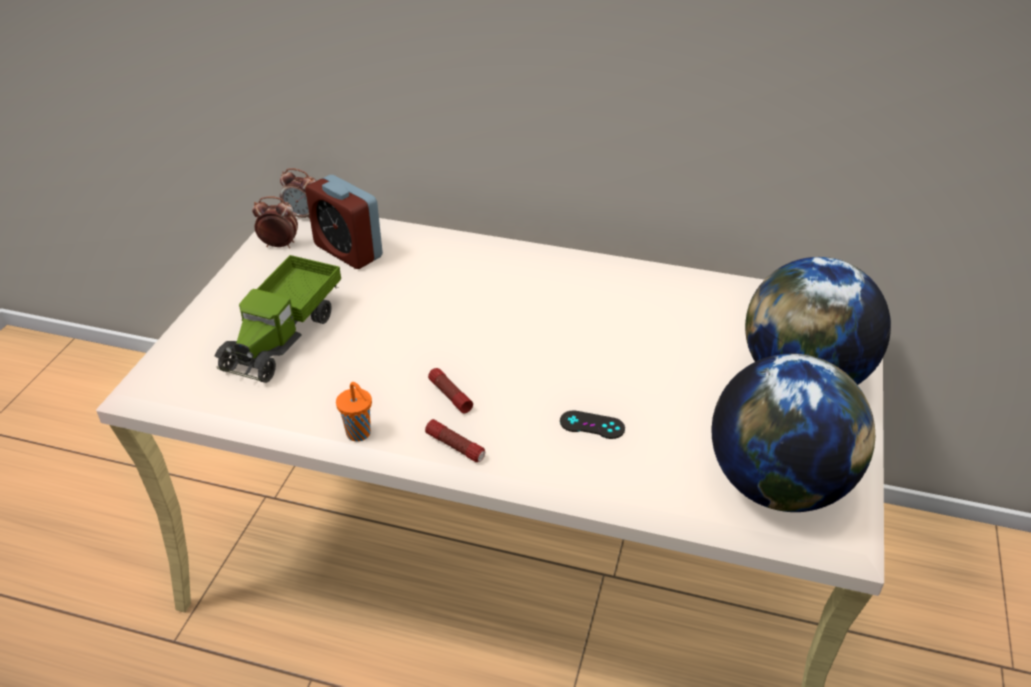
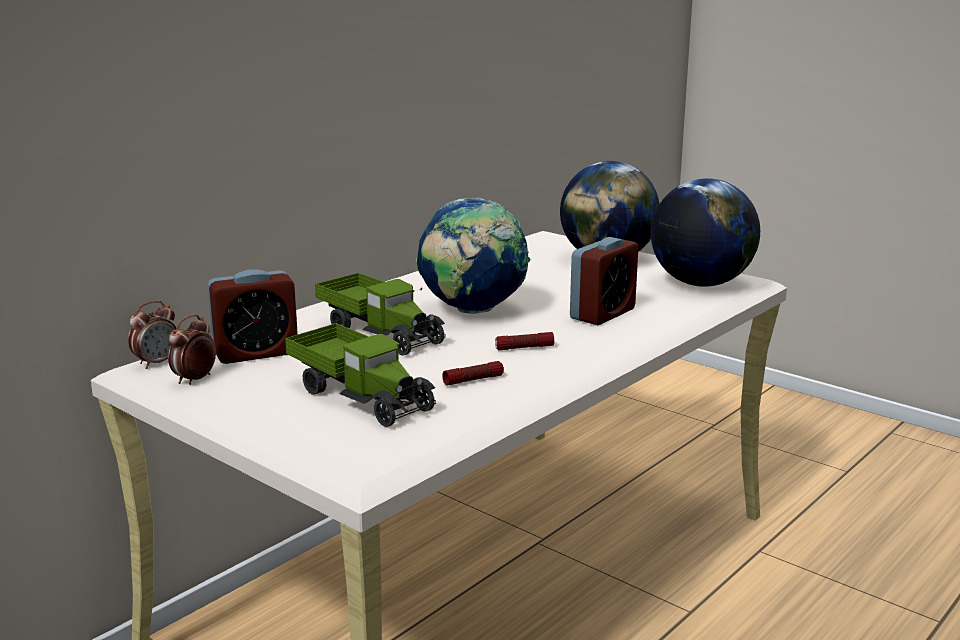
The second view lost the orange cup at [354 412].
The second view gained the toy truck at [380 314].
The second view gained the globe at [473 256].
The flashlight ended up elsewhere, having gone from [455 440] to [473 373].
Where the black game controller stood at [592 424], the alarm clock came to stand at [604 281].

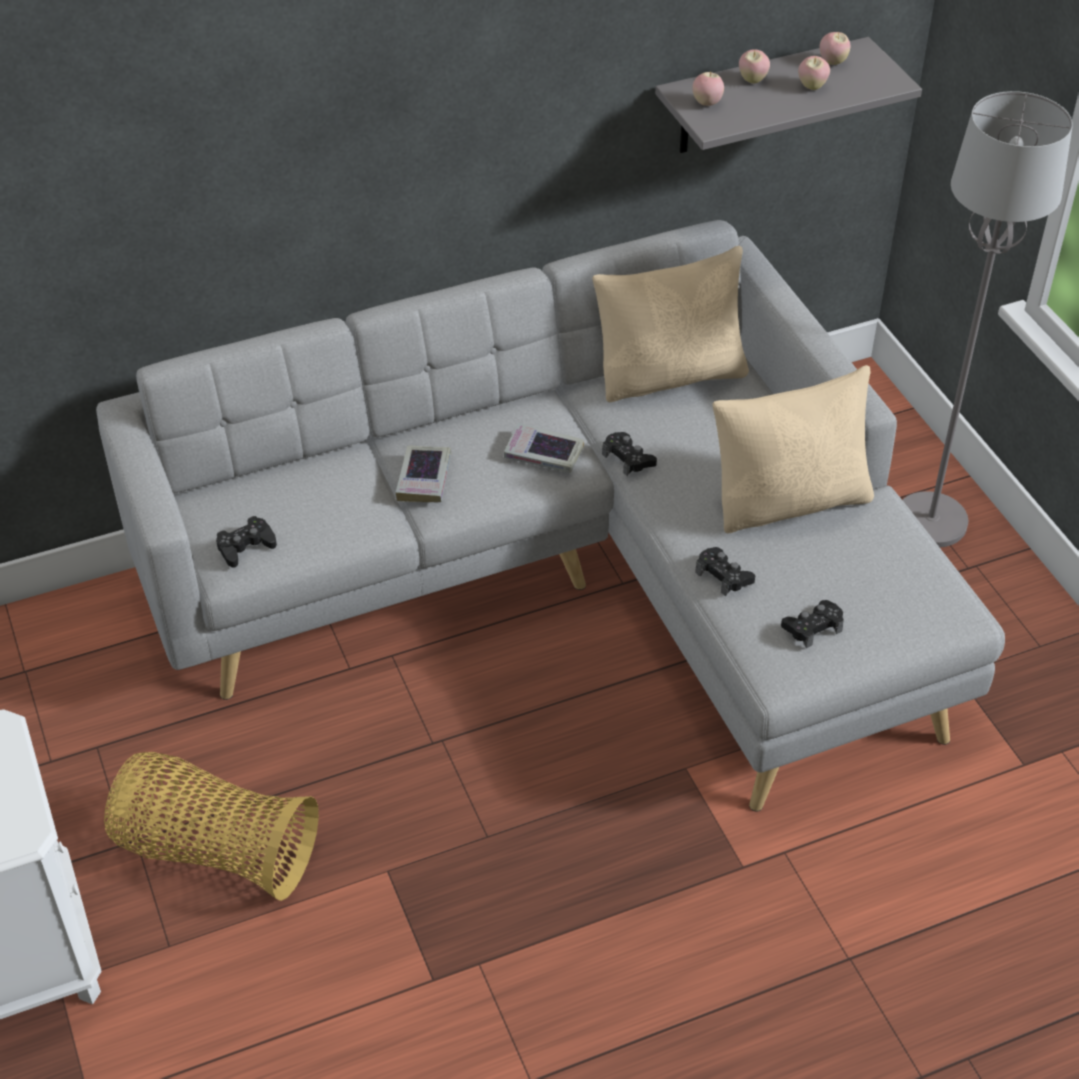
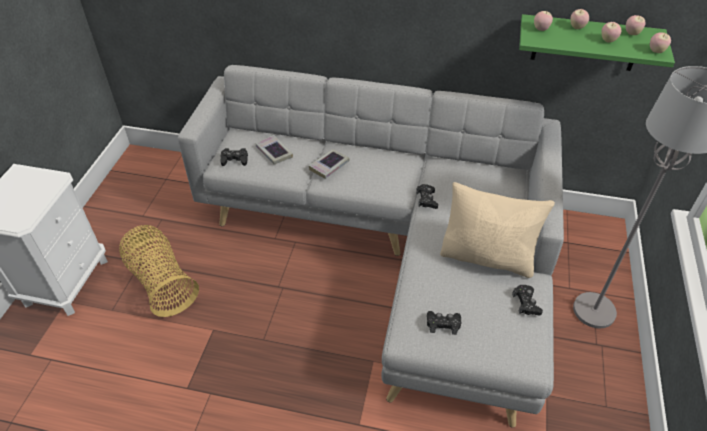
The second view lost the beige pillow at [670 324].
The second view gained the apple at [660 42].
The book ended up elsewhere, having gone from [544 448] to [274 149].
The black game controller ended up elsewhere, having gone from [725 571] to [527 300].
What was the grey shelf at [788 95] turned into the green shelf at [597 42].

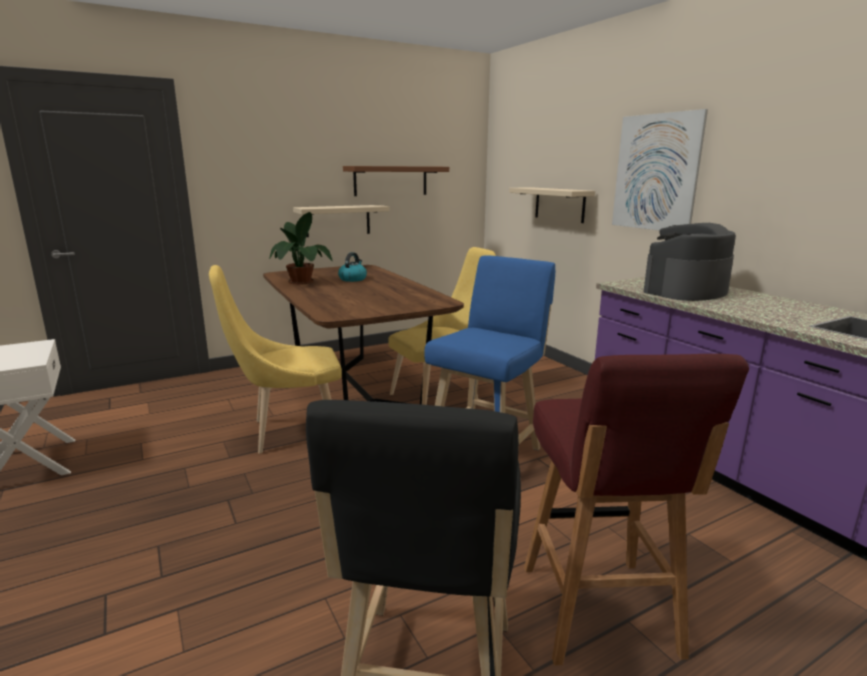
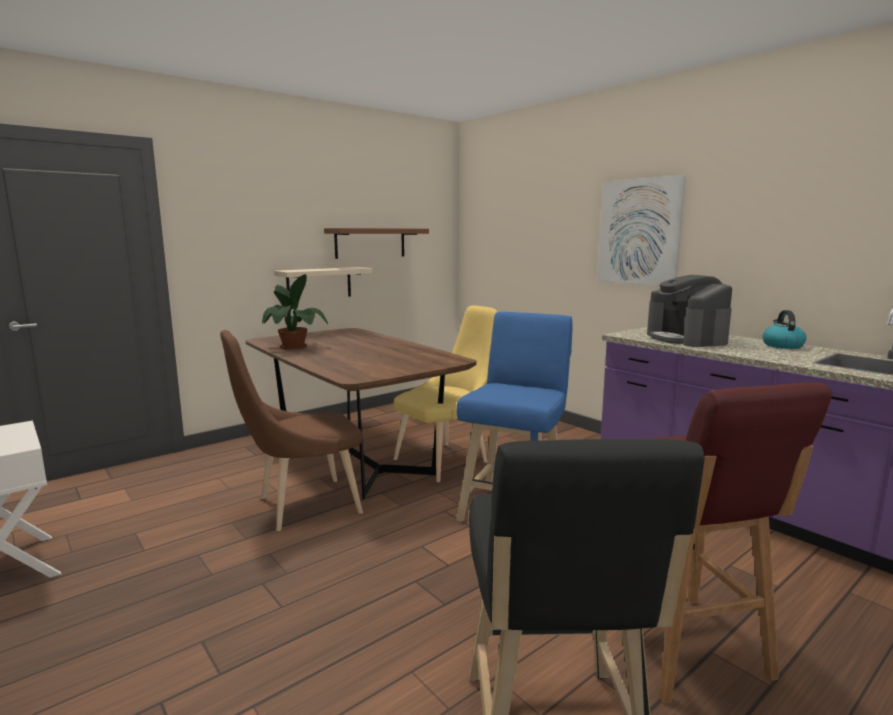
The second view lost the beige shelf at [552 205].
The kettle ended up elsewhere, having gone from [352 267] to [784 329].
What was the yellow chair at [275 359] turned into the brown chair at [291 430].
The coffee machine at [690 262] ended up facing another way, 60 degrees counterclockwise from before.

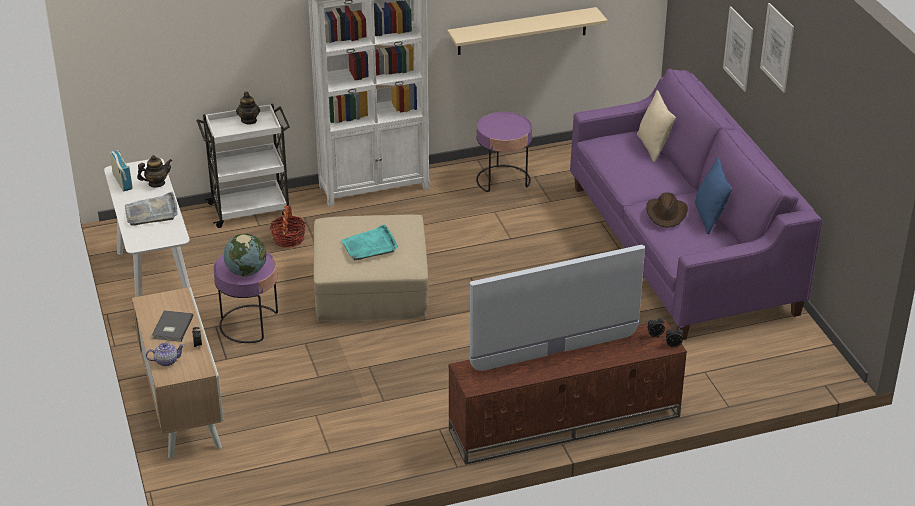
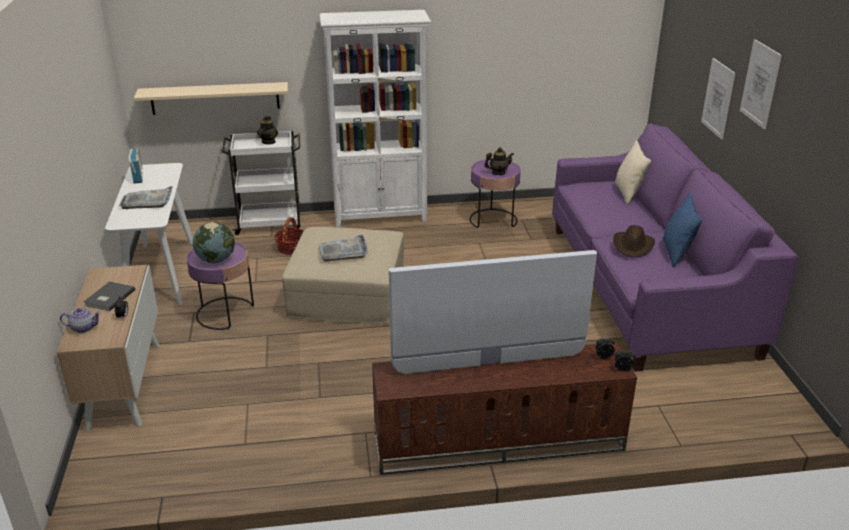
The teapot ended up elsewhere, having gone from [154 171] to [499 161].
The beige shelf ended up elsewhere, having gone from [527 31] to [211 98].
What was the turquoise tray at [369 242] turned into the grey tray at [343 248].

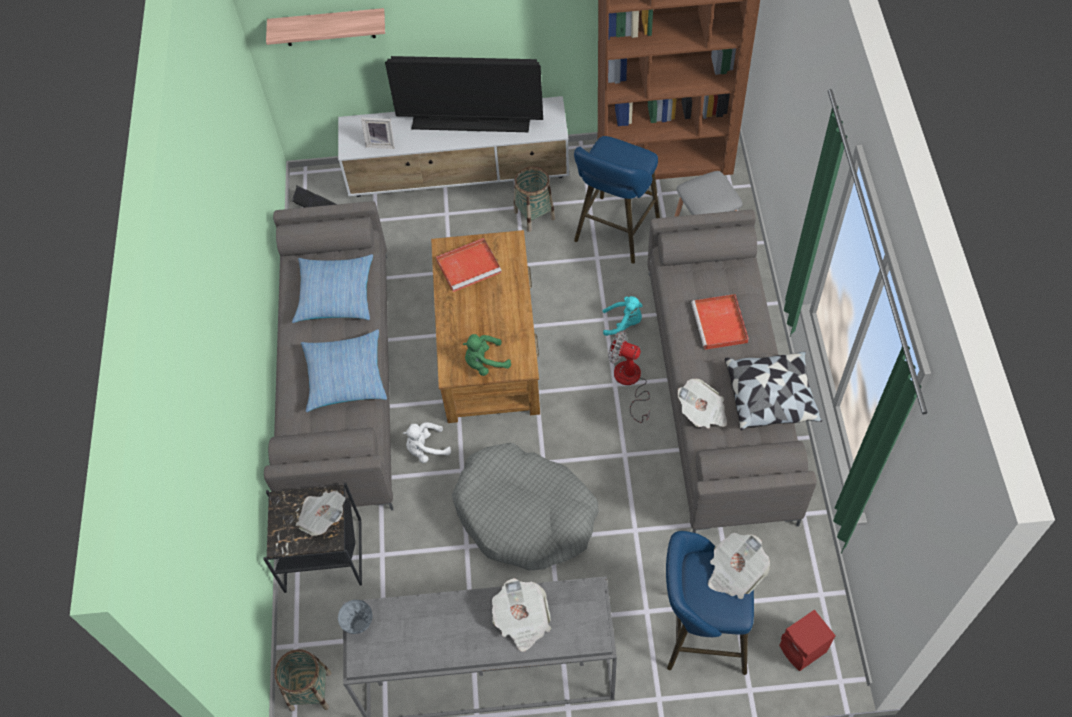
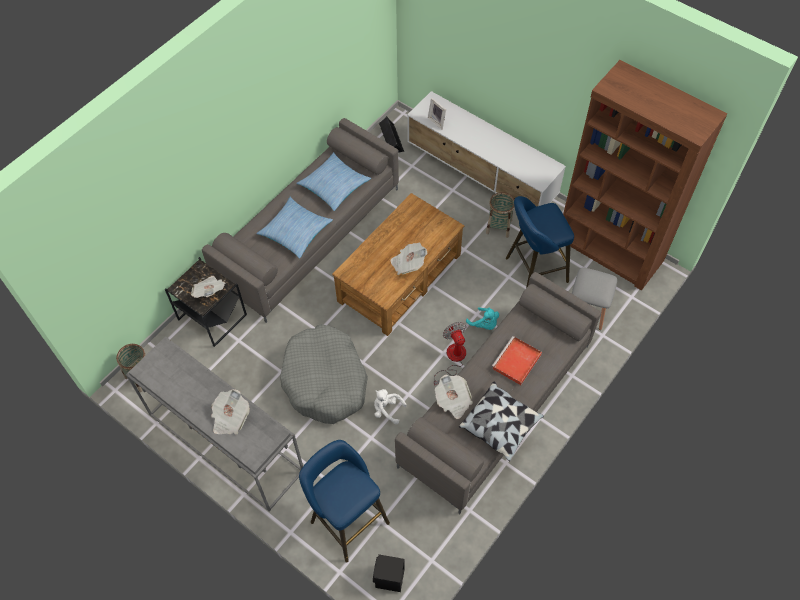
The second view lost the shelf at [325 27].
The second view lost the grey vase at [355 617].
The second view lost the television at [464 94].
The second view lost the red tray at [468 265].
The second view lost the green plush toy at [487 355].
The white plush toy ended up elsewhere, having gone from [427 442] to [390 406].
The newspaper ended up elsewhere, having gone from [739 566] to [408 259].
What was the red speaker at [807 640] turned into the black speaker at [389 573].

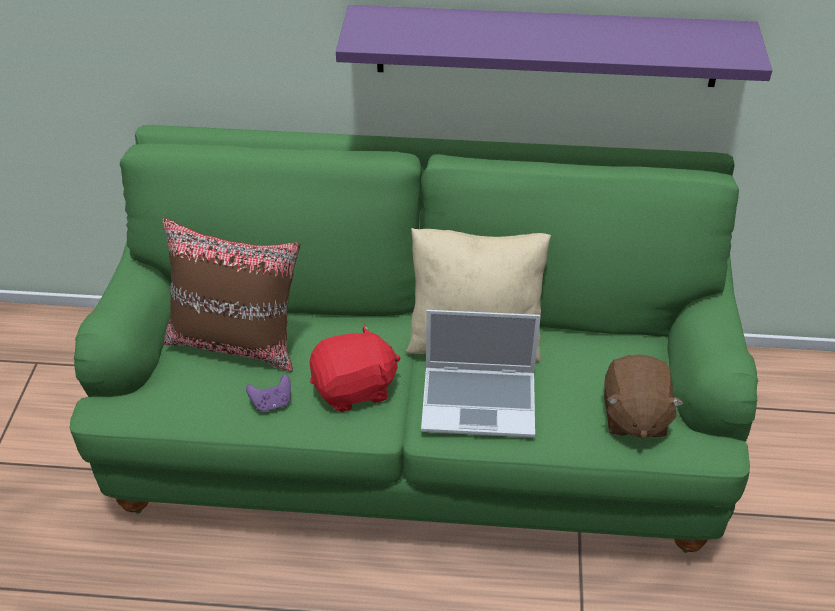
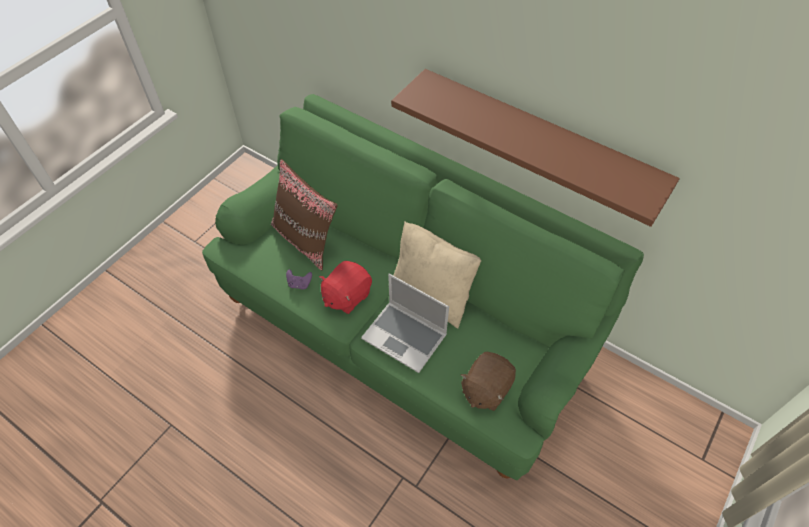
What was the purple shelf at [554 46] turned into the brown shelf at [535 148].
The red plush toy at [355 368] ended up facing another way, 120 degrees clockwise from before.

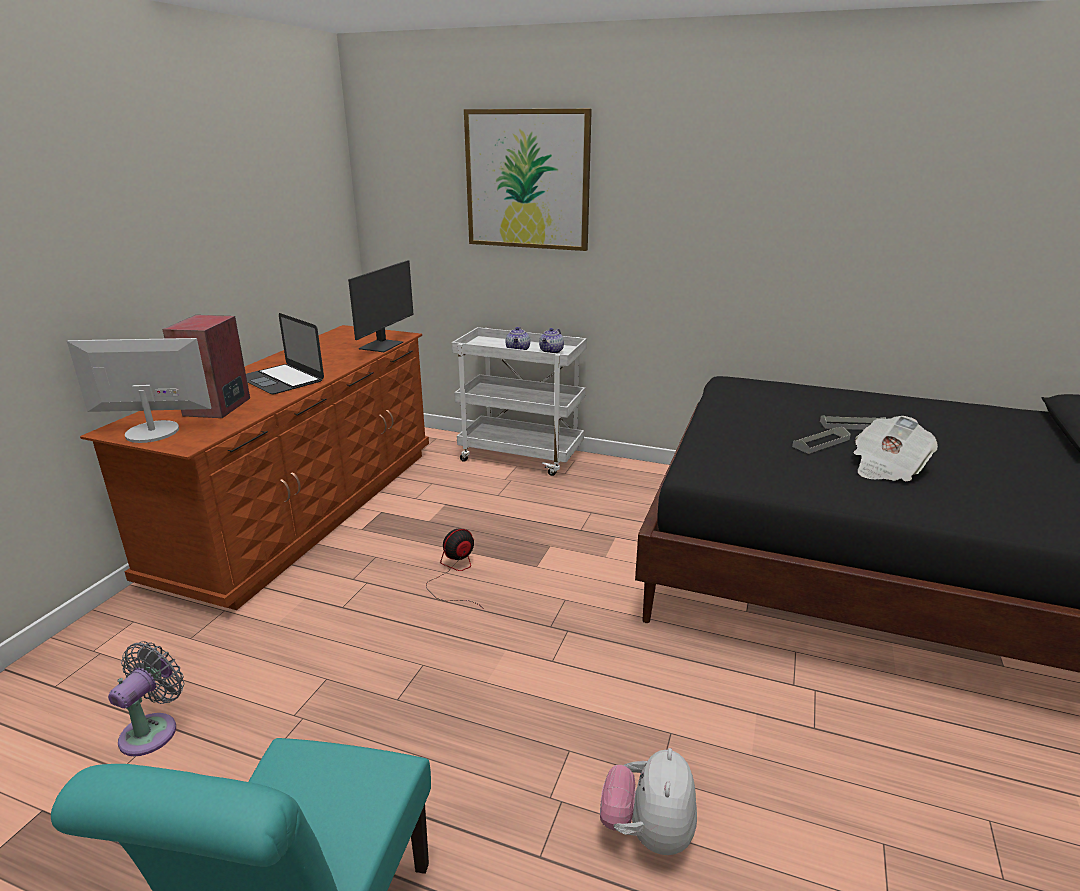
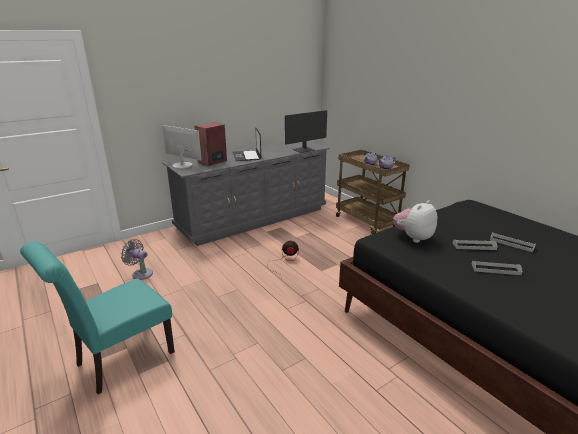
The second view lost the picture at [528 180].
The plush toy ended up elsewhere, having gone from [648 801] to [415 222].
Where the newspaper stood at [896 448], the grey tray came to stand at [497 268].
What was the brown dresser at [254 467] turned into the grey dresser at [246 193].
What was the white cart at [519 401] turned into the brown cart at [372 192].
The grey fan at [146 698] ended up facing another way, 120 degrees counterclockwise from before.

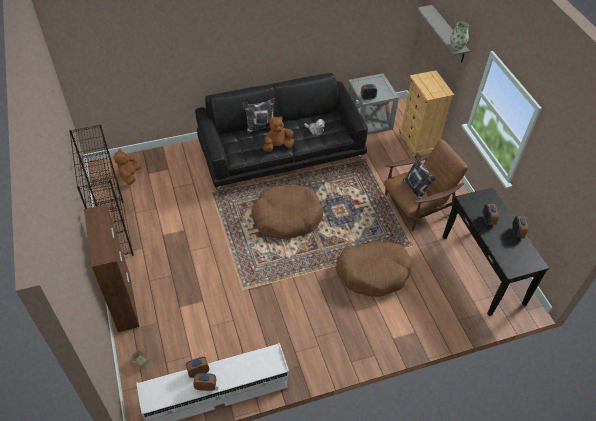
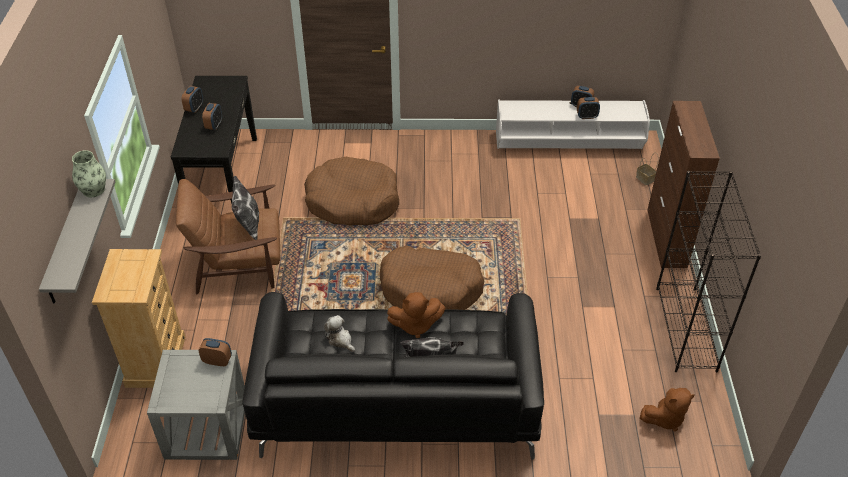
The brown plush toy at [127 167] ended up facing another way, 45 degrees clockwise from before.

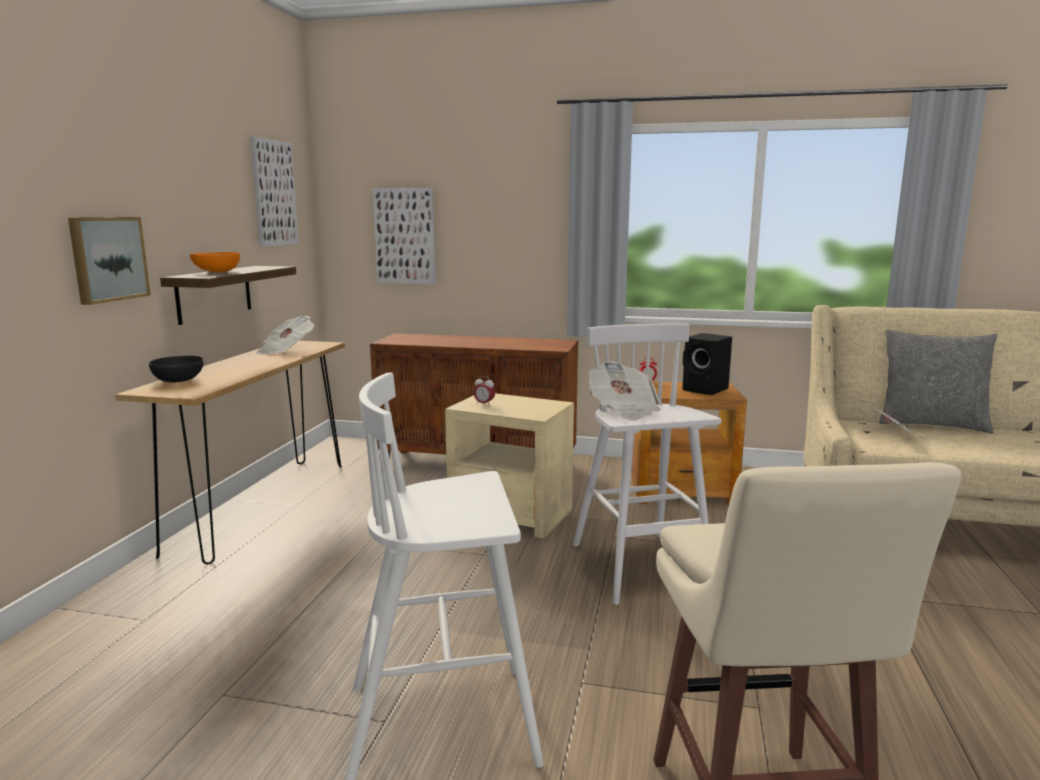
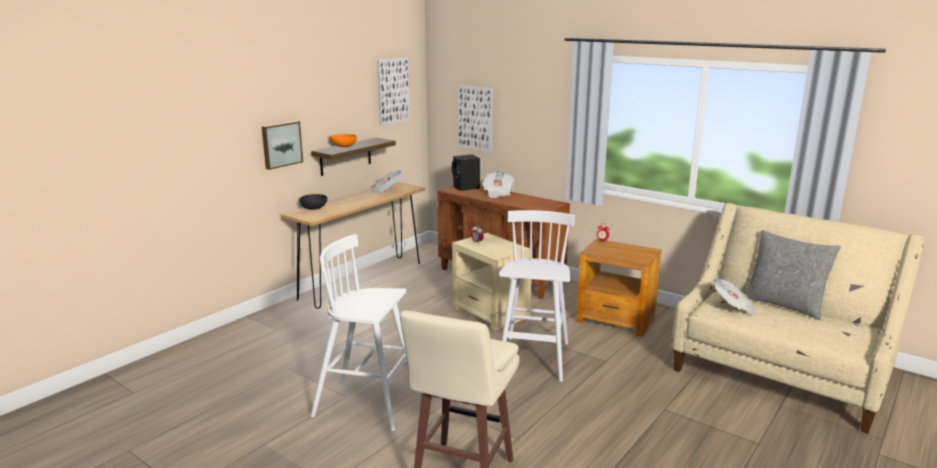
The newspaper ended up elsewhere, having gone from [625 391] to [498 184].
The black speaker ended up elsewhere, having gone from [707 364] to [466 172].

